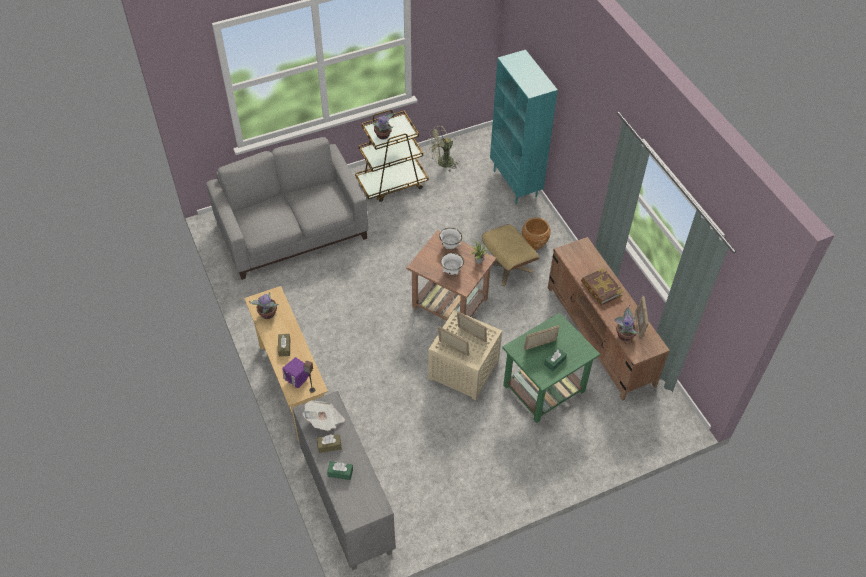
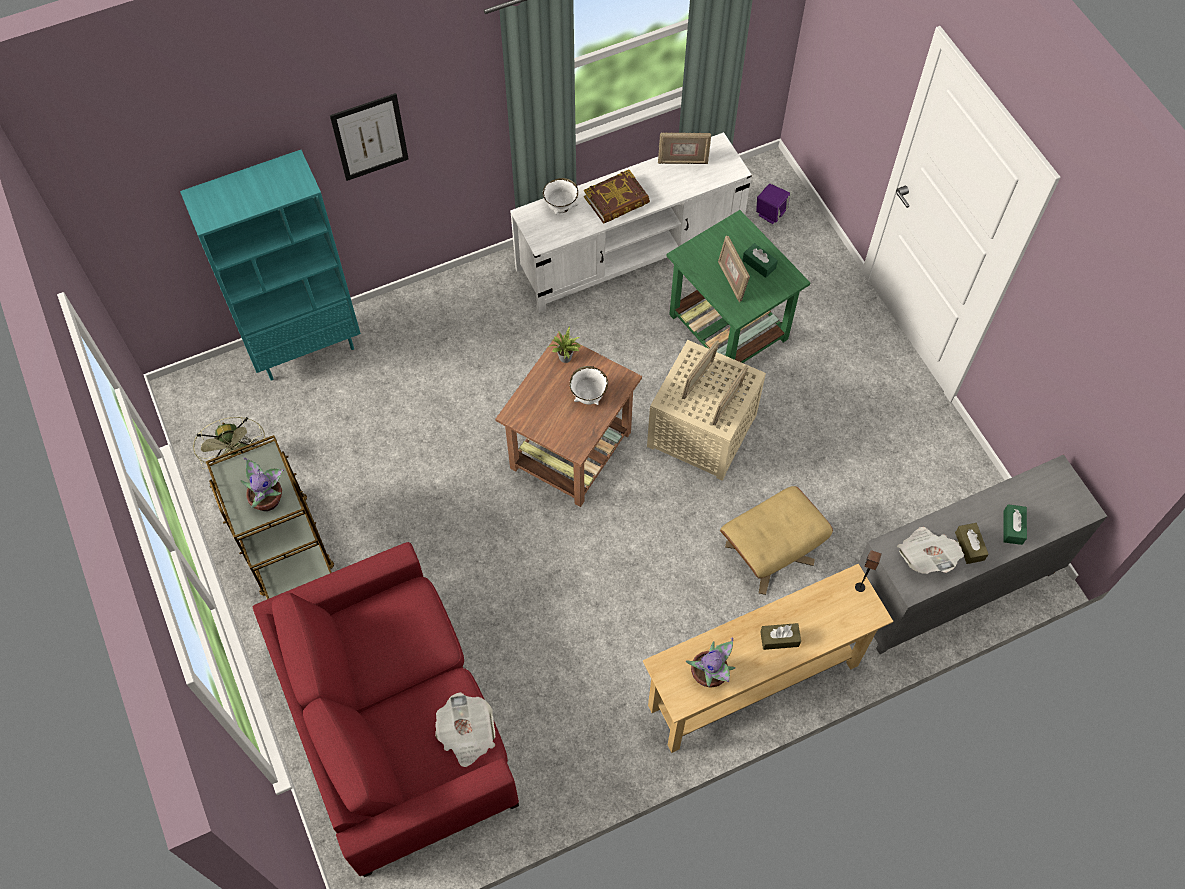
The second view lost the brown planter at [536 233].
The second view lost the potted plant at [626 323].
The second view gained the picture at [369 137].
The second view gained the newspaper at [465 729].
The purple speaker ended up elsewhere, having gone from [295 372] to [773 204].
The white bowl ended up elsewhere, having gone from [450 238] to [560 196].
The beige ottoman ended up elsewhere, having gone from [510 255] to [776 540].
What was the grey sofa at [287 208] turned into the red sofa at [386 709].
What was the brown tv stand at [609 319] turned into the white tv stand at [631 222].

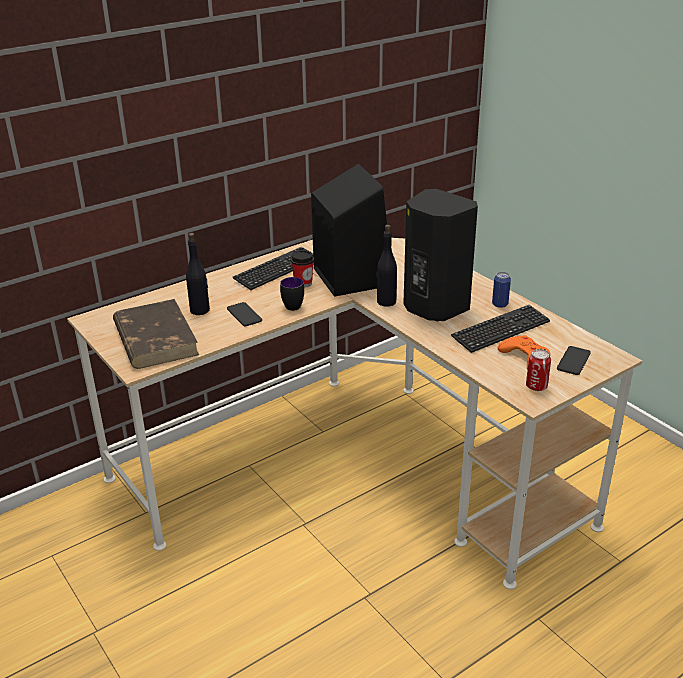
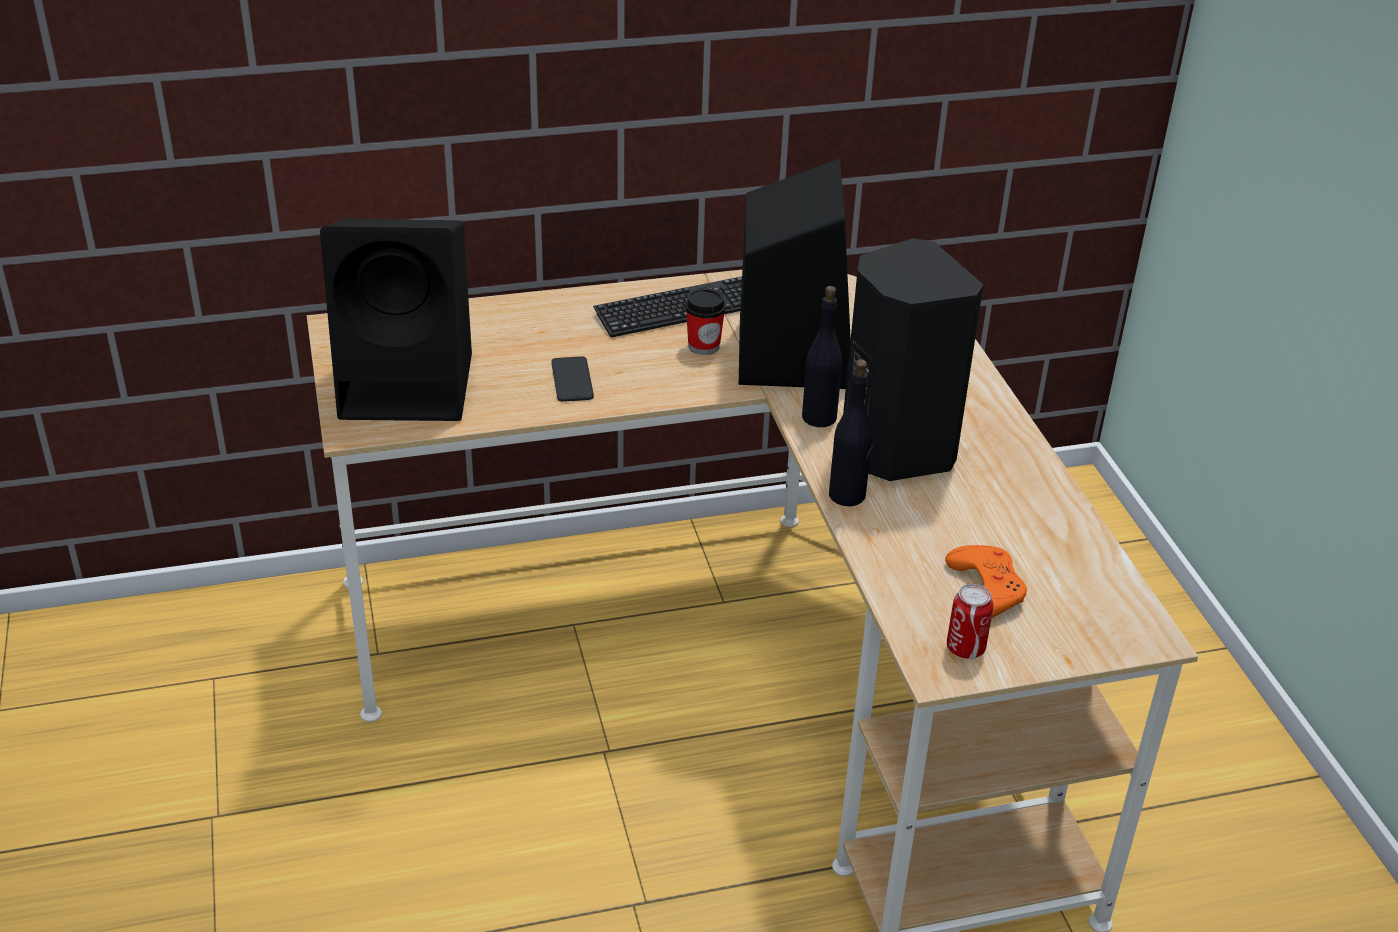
The second view lost the mug at [292 294].
The second view lost the keyboard at [500 329].
The second view lost the can at [501 290].
The second view lost the phone at [574 360].
The black bottle ended up elsewhere, having gone from [198 274] to [851 432].
Where the brown book stood at [156 334], the black speaker came to stand at [396 320].

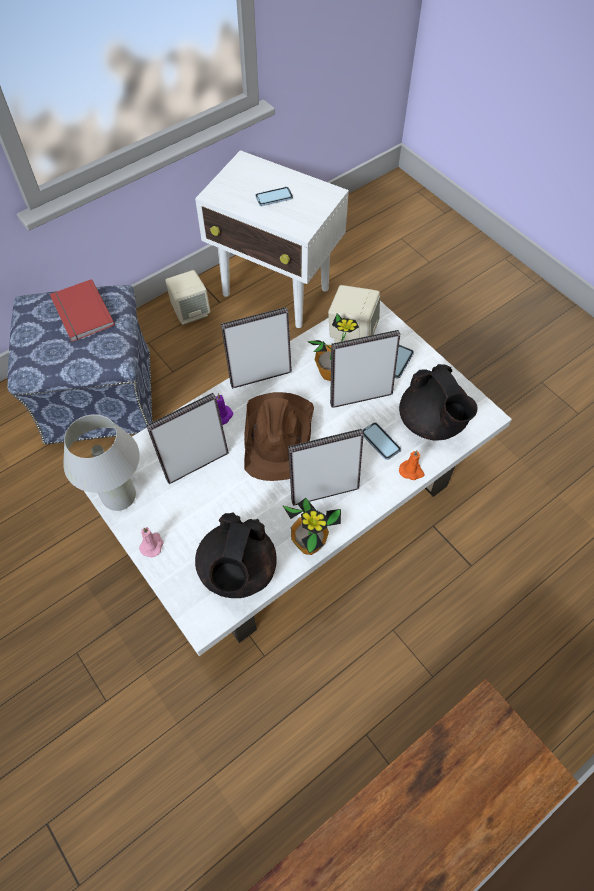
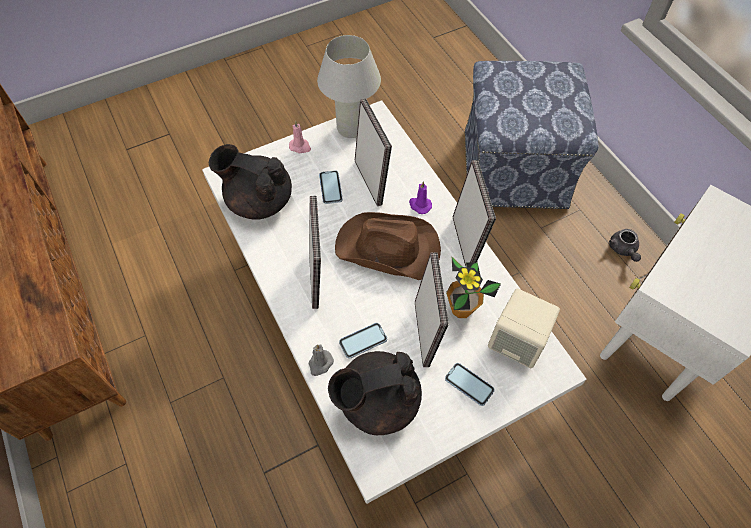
The second view lost the red book at [82 310].
The second view lost the potted plant at [311 526].
The phone ended up elsewhere, having gone from [274 196] to [331 187].
Where the beige speaker stood at [187 297], the grey teapot came to stand at [625 245].
What was the orange candle at [411 465] turned into the grey candle at [321 360].

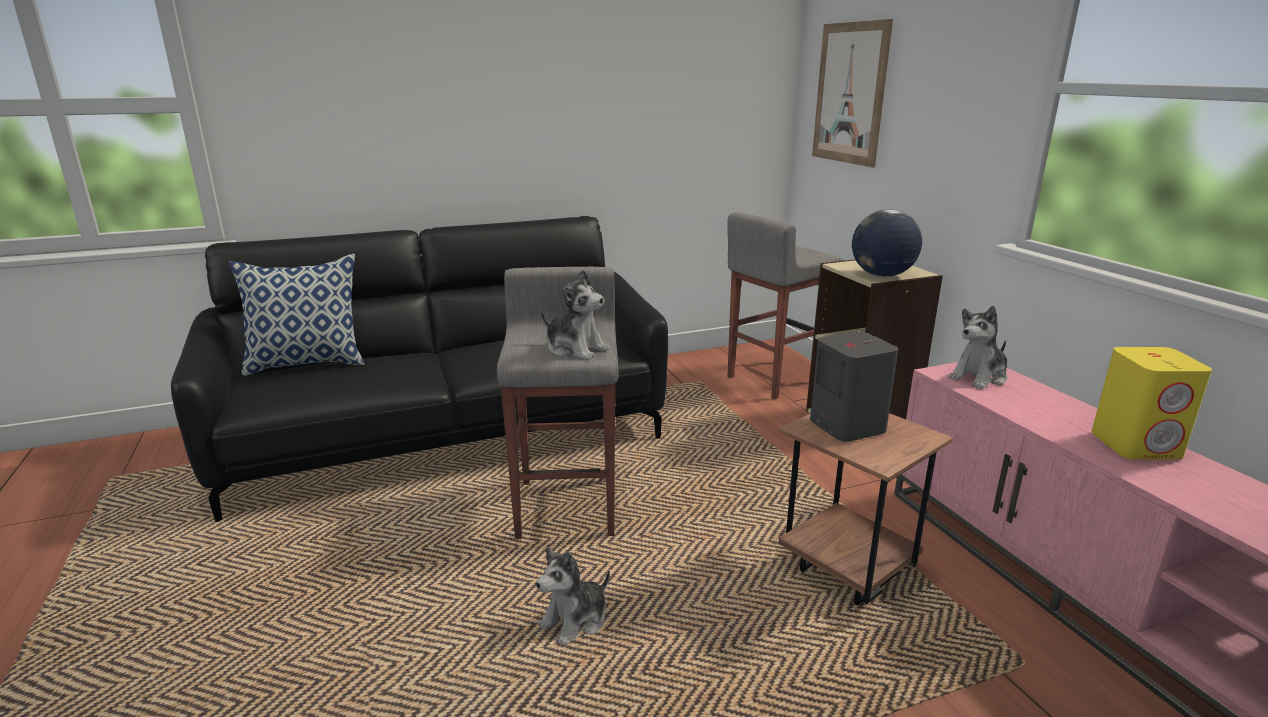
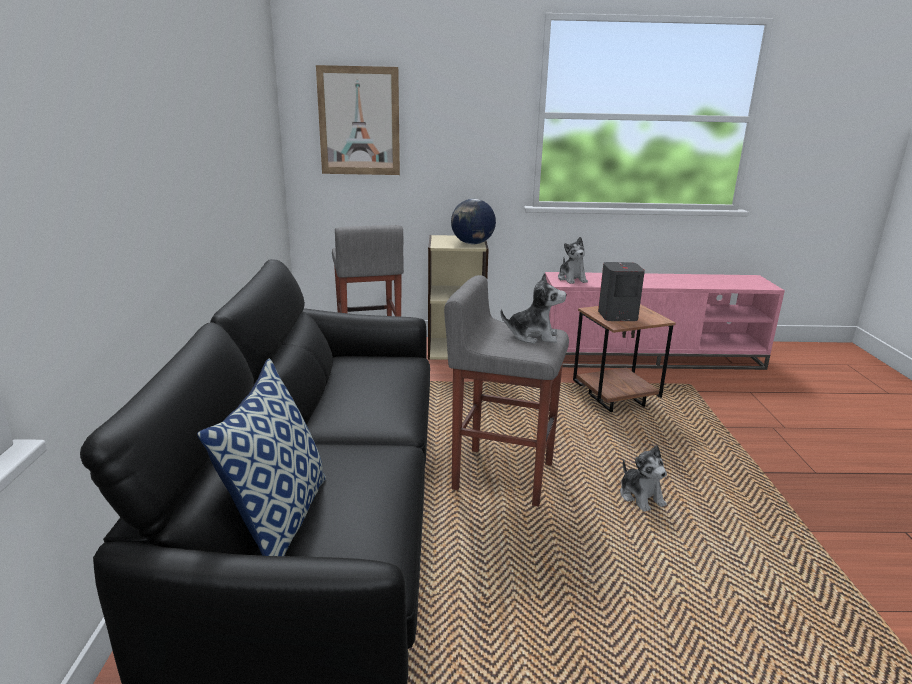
The second view lost the yellow speaker at [1151 403].
The plush toy at [575 315] ended up facing another way, 45 degrees clockwise from before.

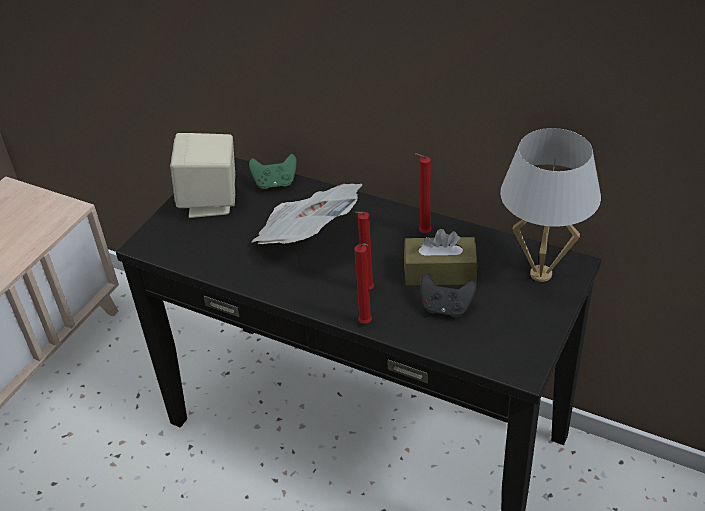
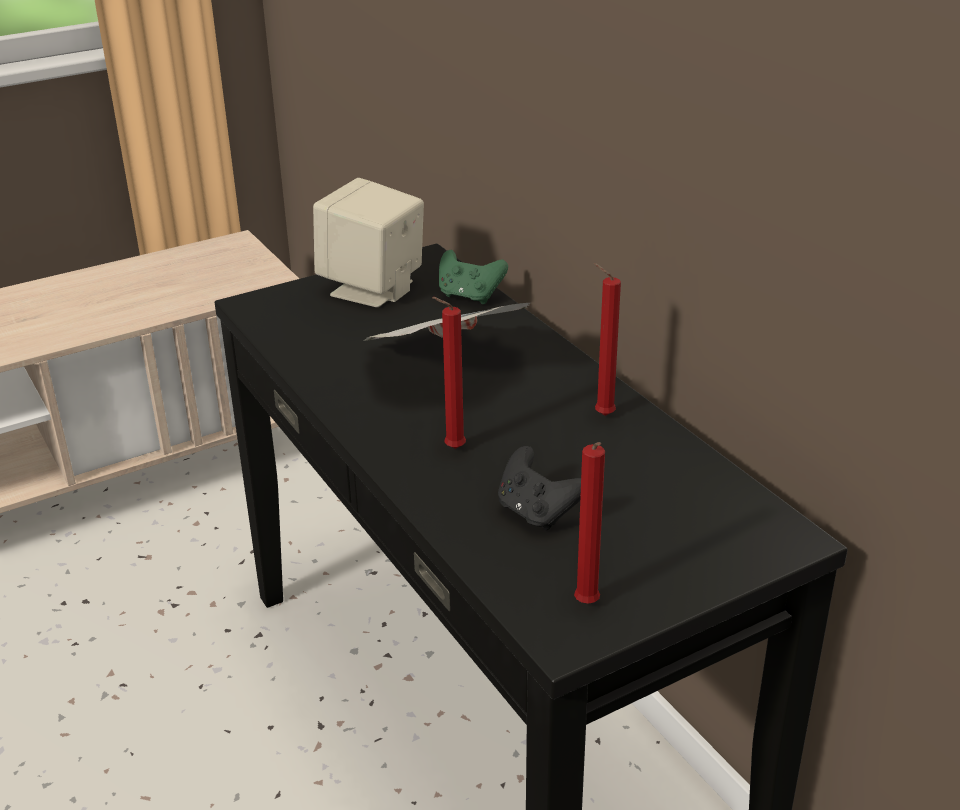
The second view lost the brown tissue box at [441 257].
The second view lost the white table lamp at [550 205].
The red candle ended up elsewhere, having gone from [363 283] to [589 523].

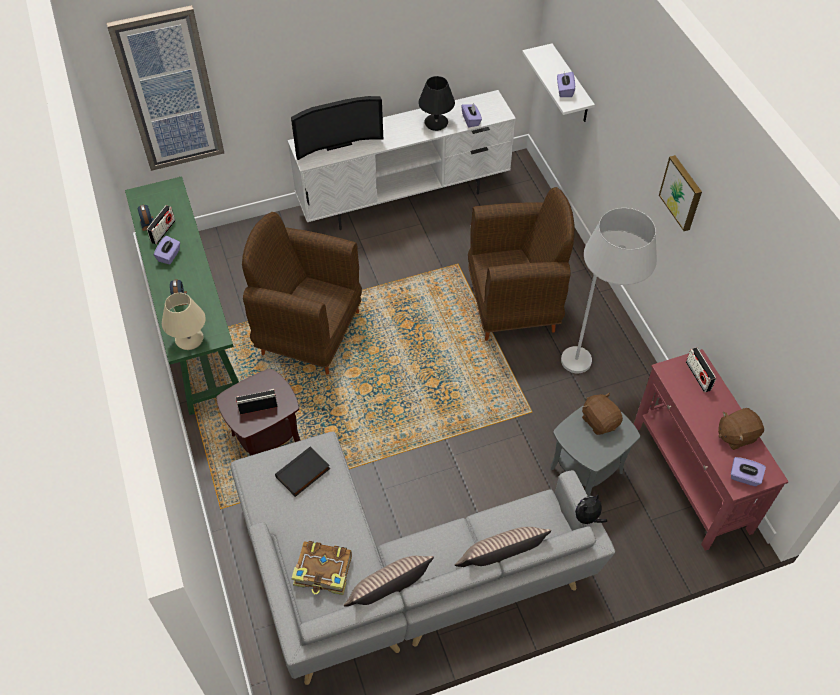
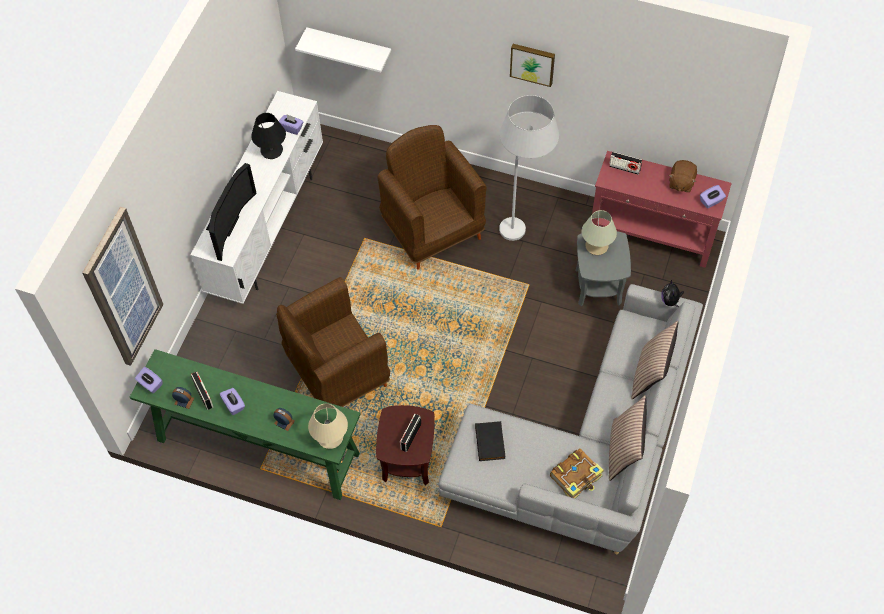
The purple tissue box ended up elsewhere, having gone from [566 84] to [148 380].
Where the brown plush toy stood at [602 413], the beige table lamp came to stand at [599 232].
The brown armchair at [521 264] ended up facing another way, 60 degrees counterclockwise from before.

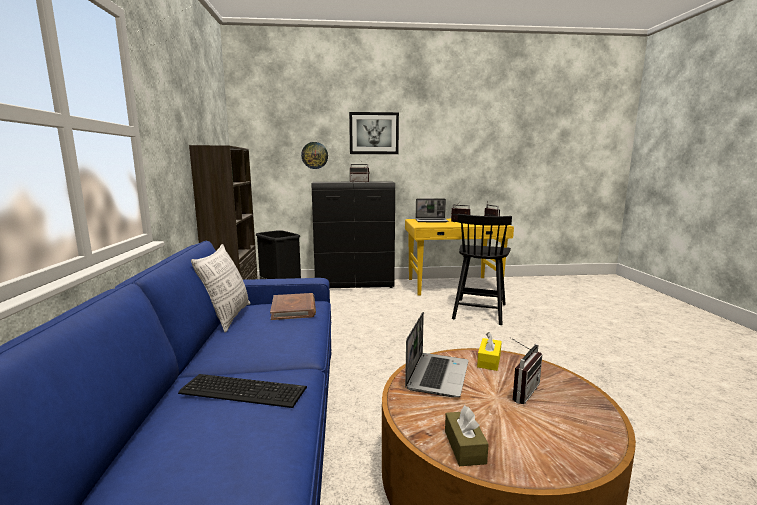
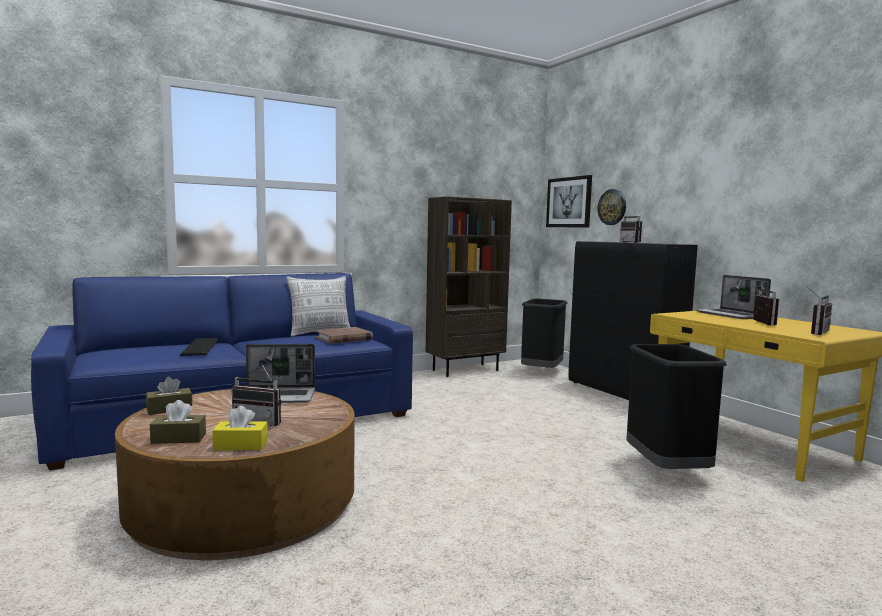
The second view gained the brown tissue box at [178 422].
The picture ended up elsewhere, having gone from [374 133] to [569 201].
The yellow tissue box ended up elsewhere, having gone from [489 351] to [240 428].
Where the black chair stood at [482 269], the black trash can came to stand at [677 406].

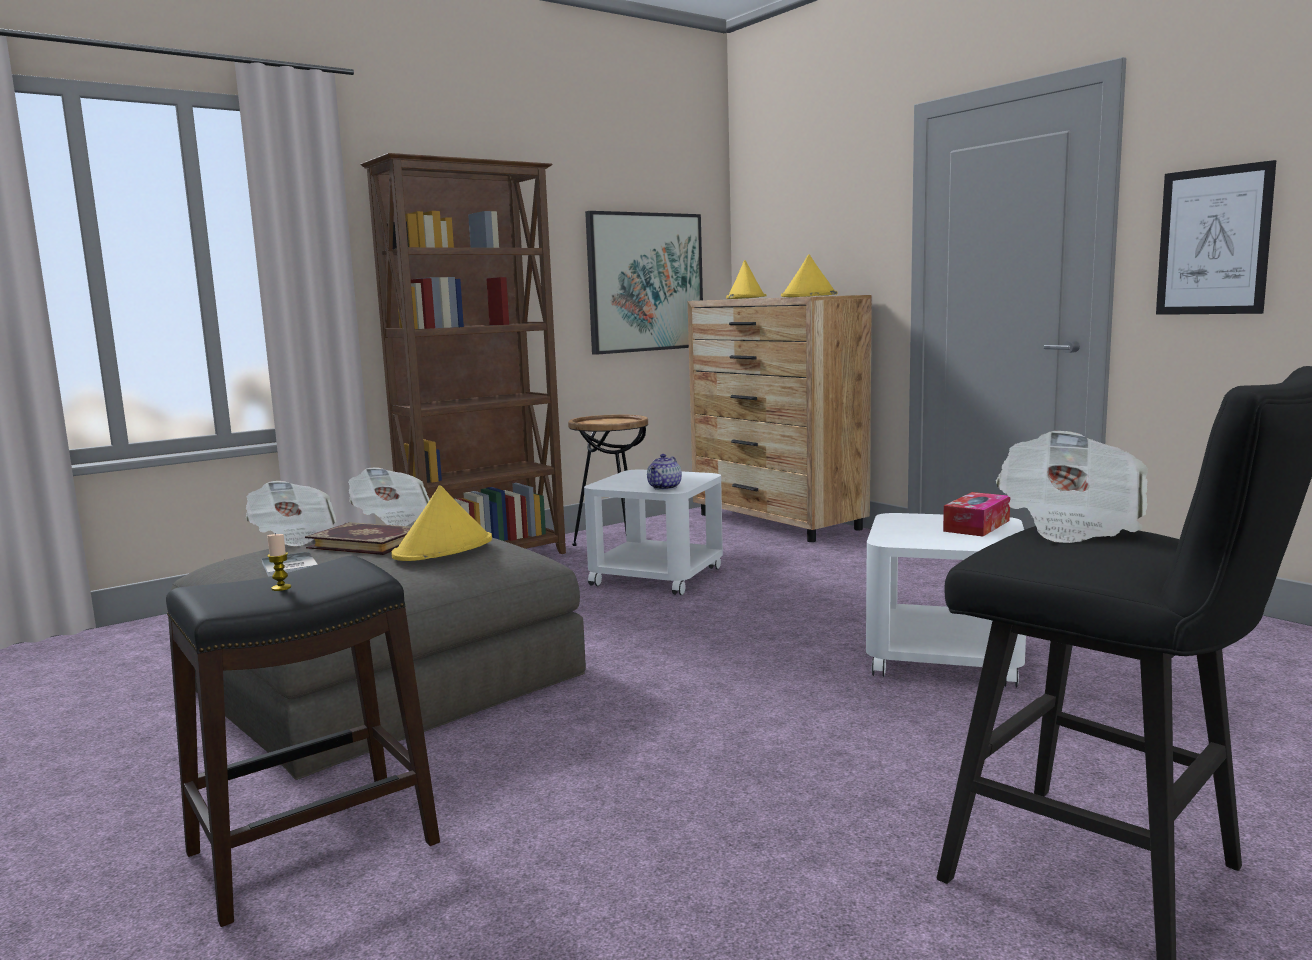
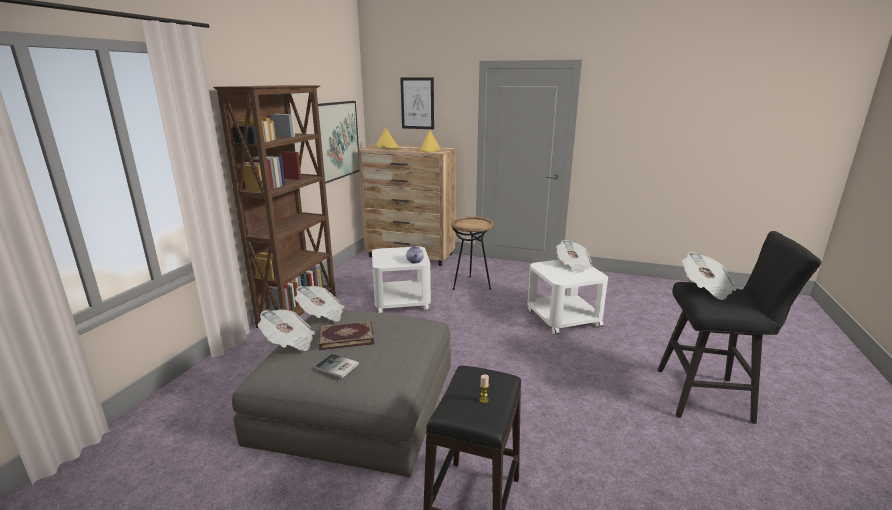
The second view lost the yellow hat at [442 523].
The brown side table ended up elsewhere, having gone from [608 480] to [472 253].
The picture ended up elsewhere, having gone from [1216 237] to [417 103].
Where the tissue box stood at [976 514], the newspaper came to stand at [574 256].

